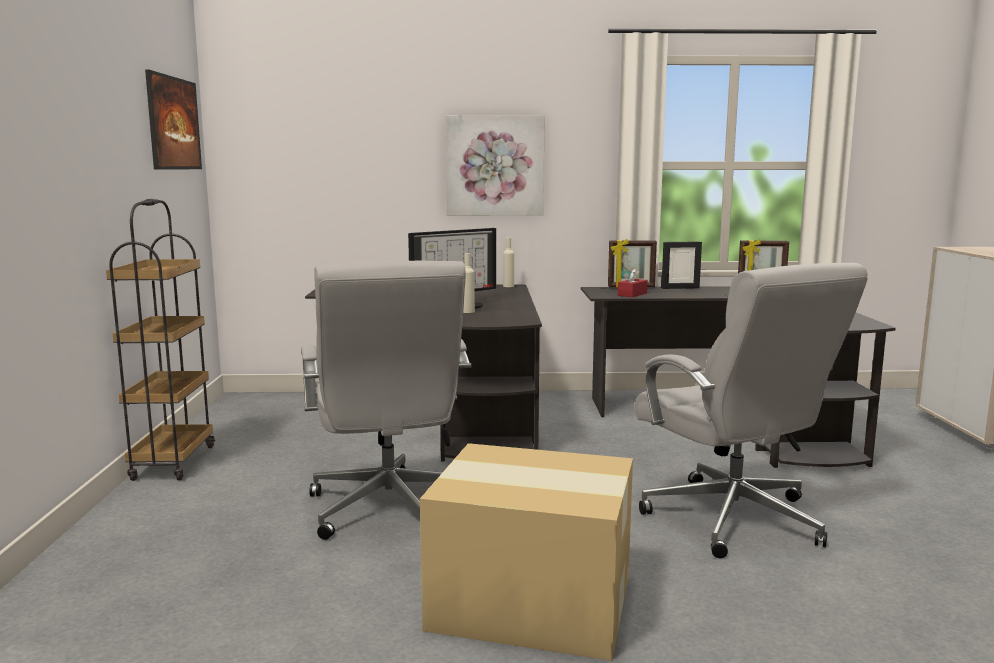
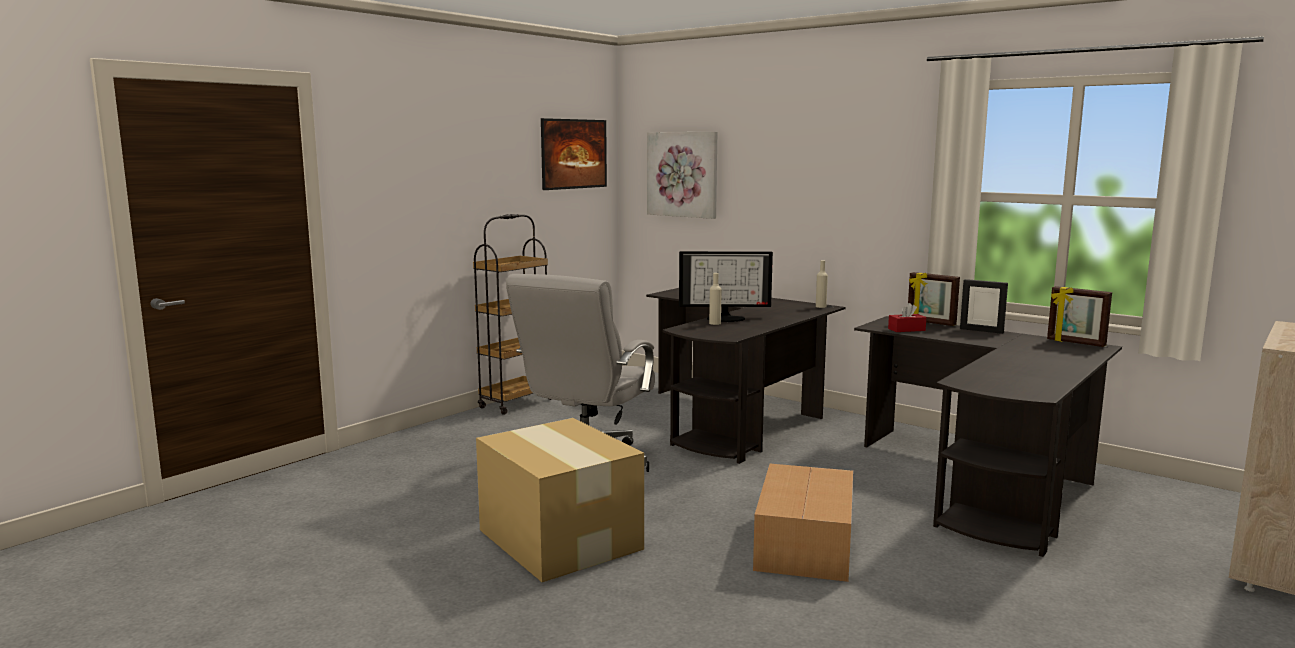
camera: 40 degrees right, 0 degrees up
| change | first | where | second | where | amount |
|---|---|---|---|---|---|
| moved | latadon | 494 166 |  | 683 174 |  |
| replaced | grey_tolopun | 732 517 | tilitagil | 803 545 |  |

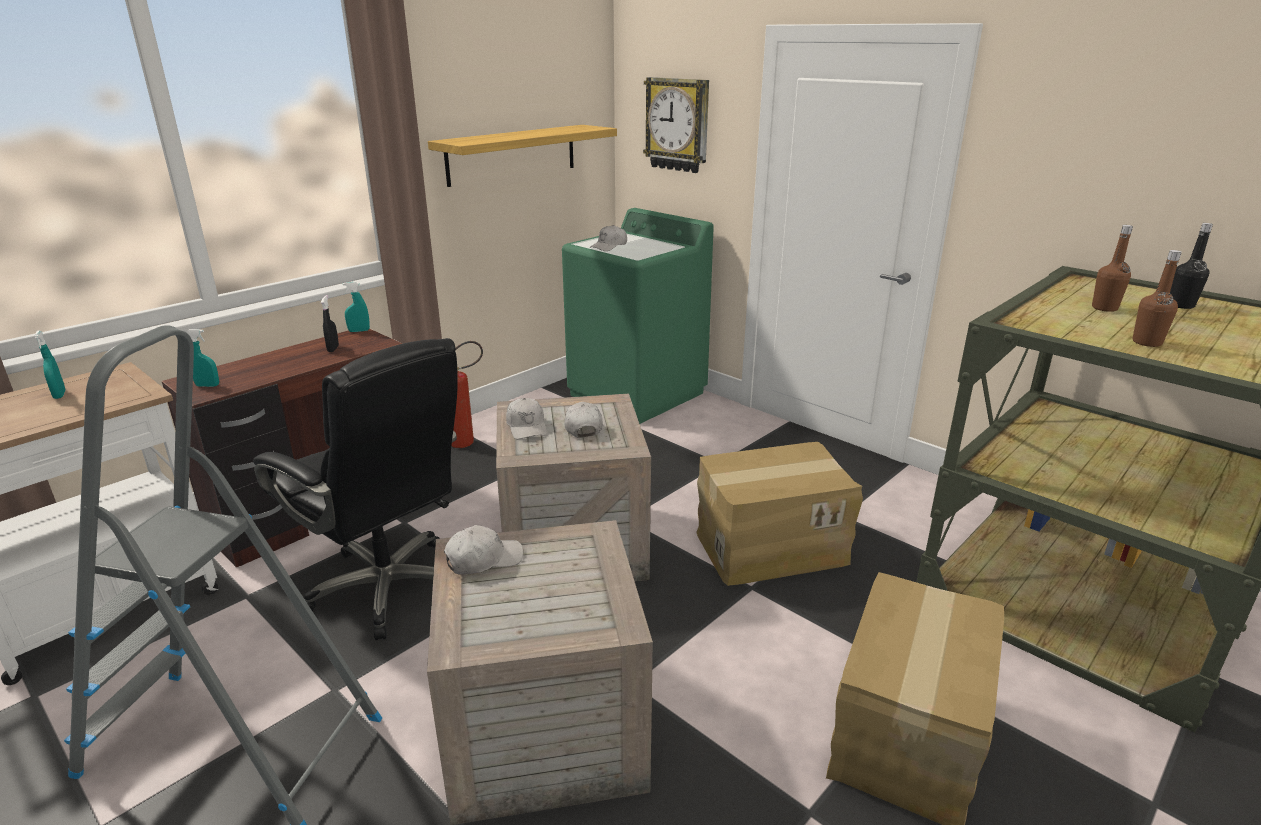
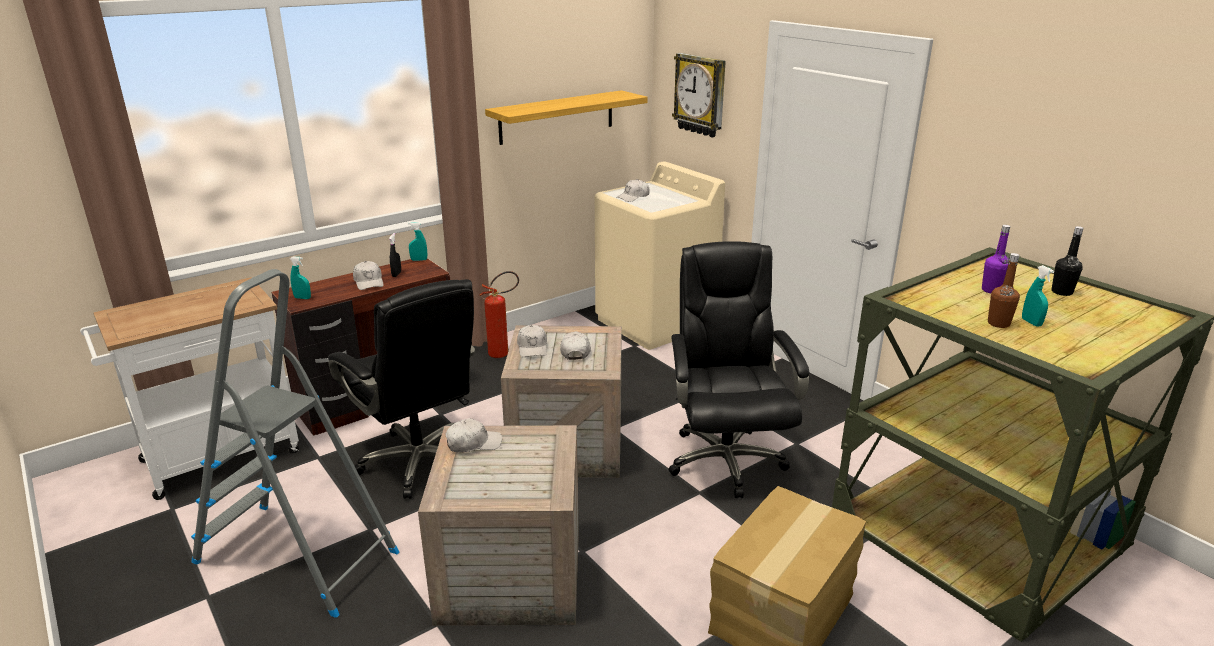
camera: 10 degrees right, 0 degrees up
| change | first | where | second | where | amount |
|---|---|---|---|---|---|
| recoloured | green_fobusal | 637 394 | beige_fobusal | 655 323 |  |
| recoloured | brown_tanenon | 1104 308 | purple_tanenon | 991 290 |  |
| moved | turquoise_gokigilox | 59 395 |  | 1031 322 |  |
| replaced | tilitagil | 770 546 | black_tolopun | 726 462 |  |
| added |  |  | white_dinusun | 369 282 |  |

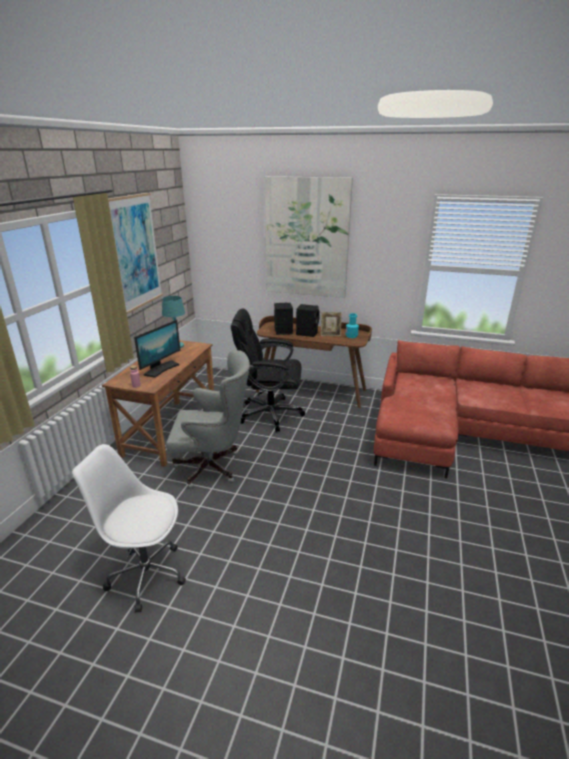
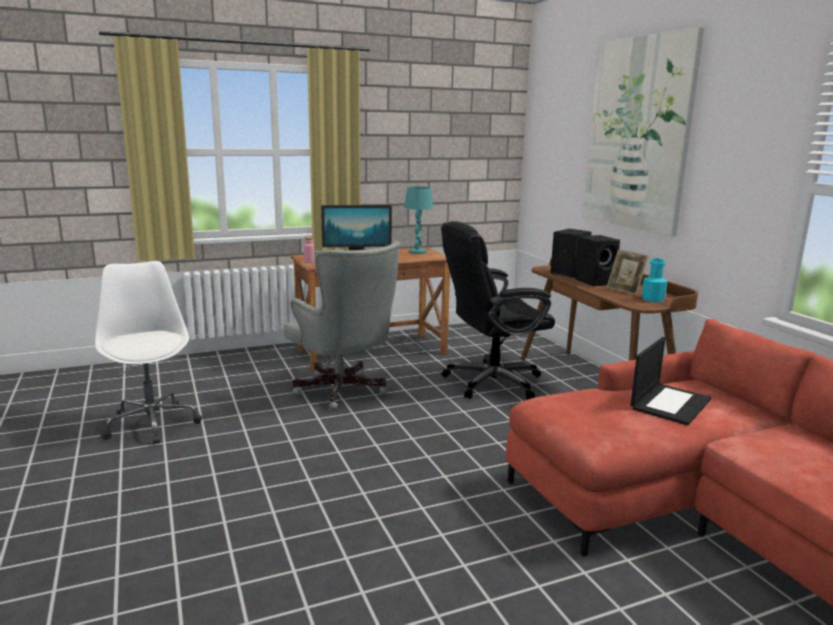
camera: 50 degrees right, 10 degrees down
| change | first | where | second | where | amount |
|---|---|---|---|---|---|
| removed | latadon | 135 252 |  |  |  |
| turned | black_tolopun | 270 414 |  | 493 382 | 75 degrees counterclockwise |
| added |  |  | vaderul | 670 403 |  |

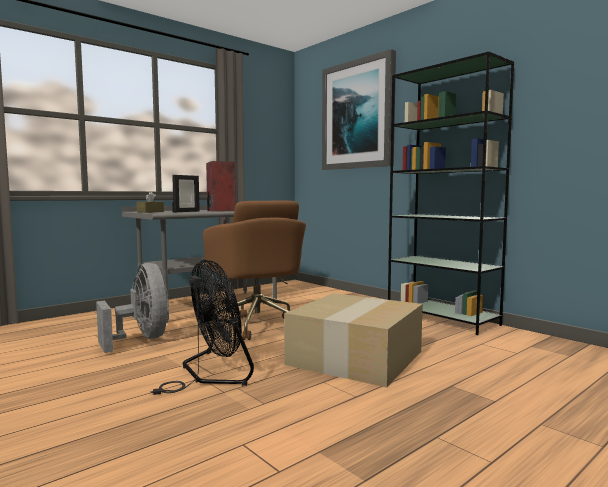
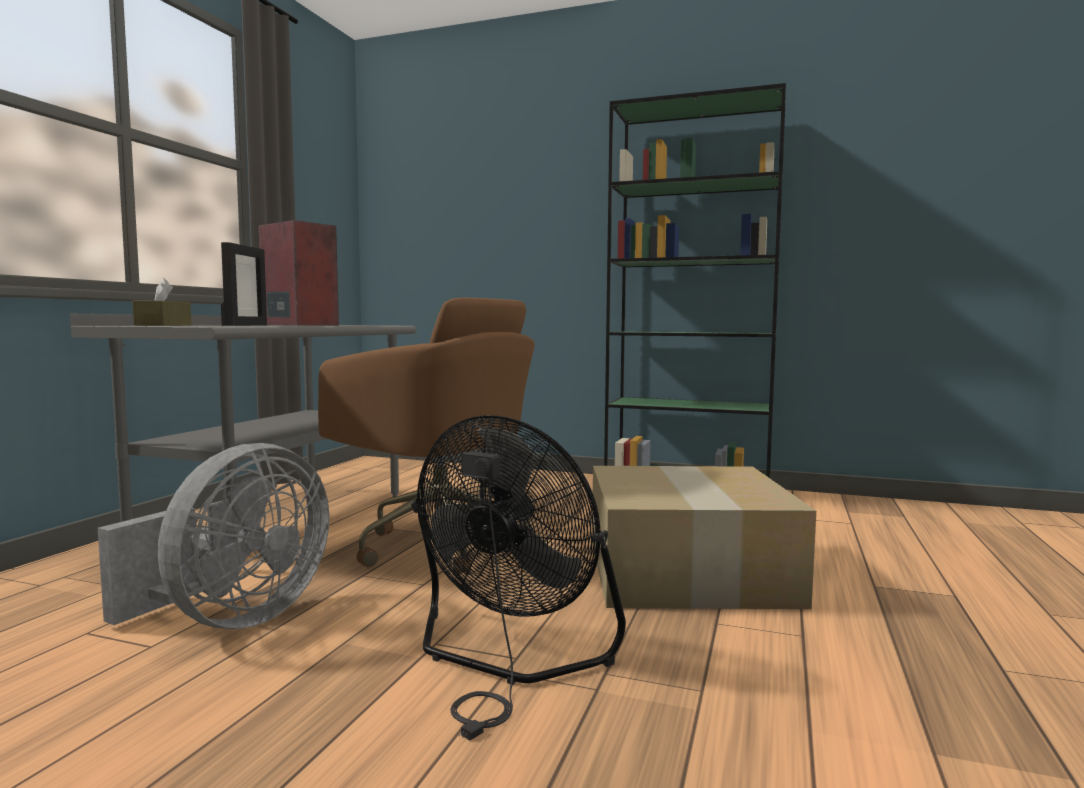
camera: 30 degrees left, 0 degrees up
| change | first | where | second | where | amount |
|---|---|---|---|---|---|
| removed | latadon | 358 115 |  |  |  |
| turned | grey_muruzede | 141 339 |  | 233 619 | 90 degrees clockwise |

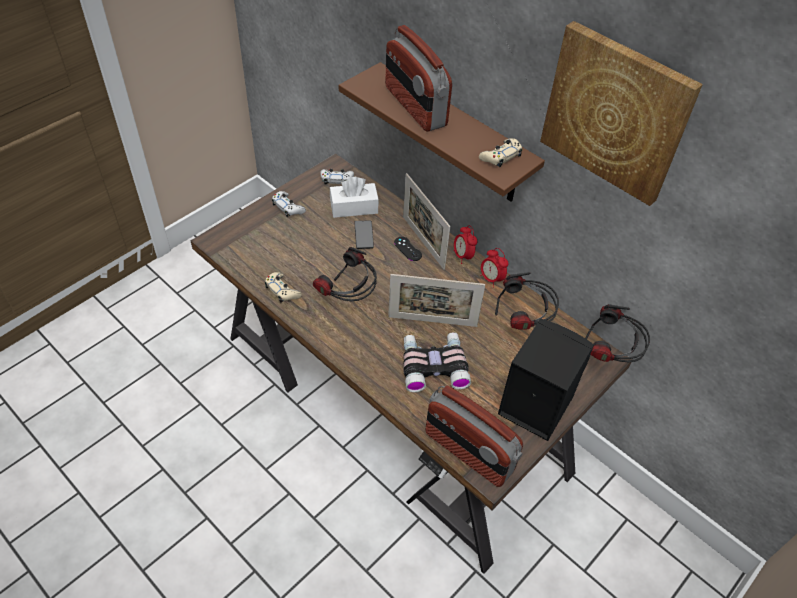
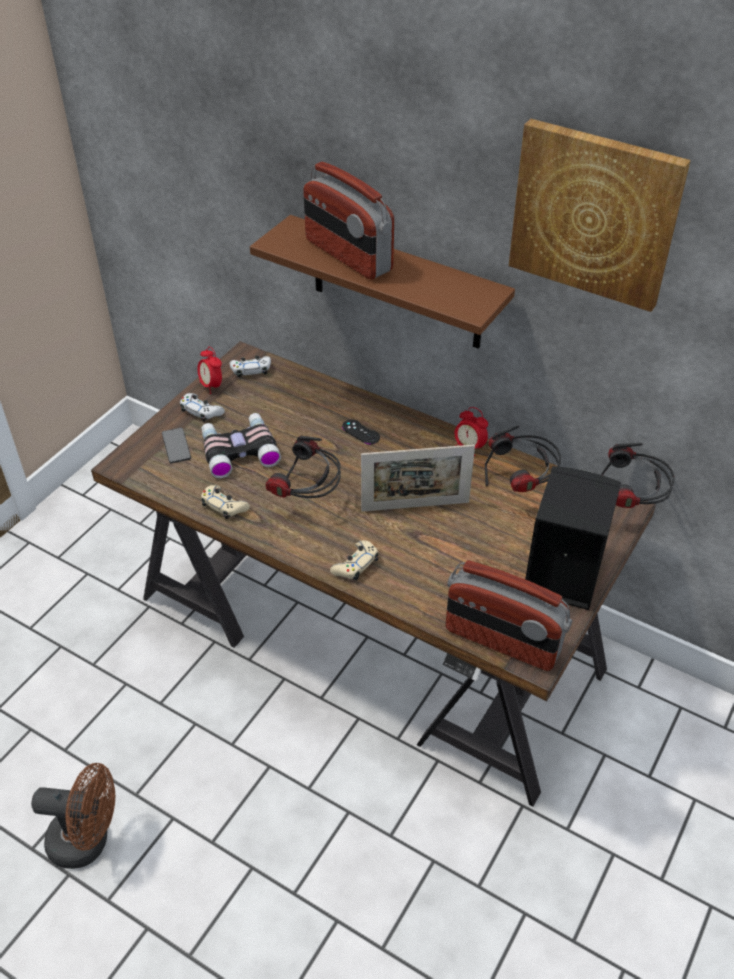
camera: 10 degrees left, 5 degrees down
| change | first | where | second | where | amount |
|---|---|---|---|---|---|
| moved | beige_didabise | 500 157 |  | 355 565 |  |
| removed | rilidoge | 423 242 |  |  |  |
| removed | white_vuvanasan | 354 207 |  |  |  |
| moved | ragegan | 364 235 |  | 176 446 |  |
| moved | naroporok | 463 256 |  | 211 386 |  |
| moved | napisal | 433 365 |  | 239 450 |  |
| added |  |  | brown_muruzede | 88 841 |  |

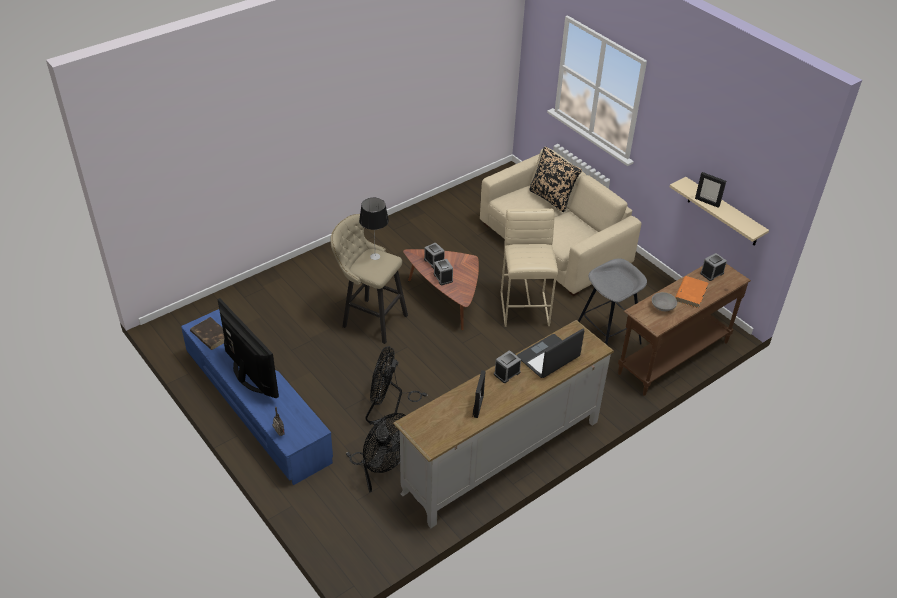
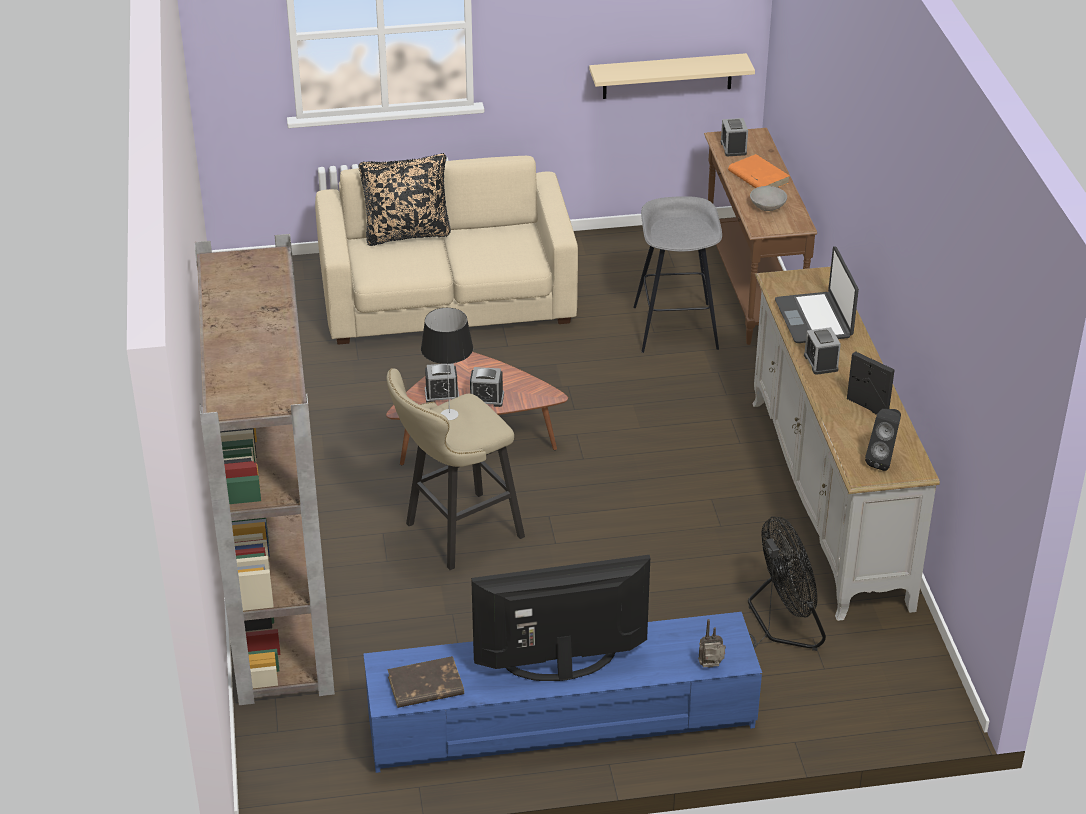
camera: 60 degrees left, 5 degrees down
| change | first | where | second | where | amount |
|---|---|---|---|---|---|
| removed | rilidoge | 707 202 |  |  |  |
| removed | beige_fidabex | 524 308 |  |  |  |
| removed | black_muruzede | 390 400 |  |  |  |
| added |  |  | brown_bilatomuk | 279 603 |  |
| added |  |  | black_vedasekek | 883 460 |  |

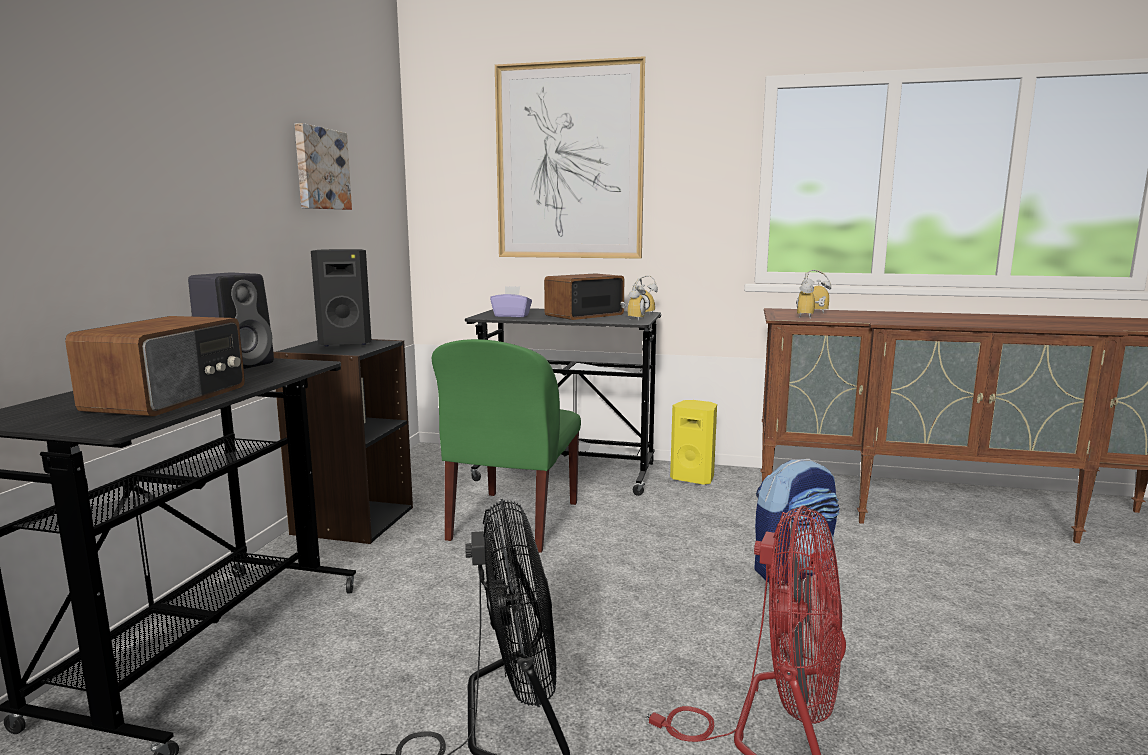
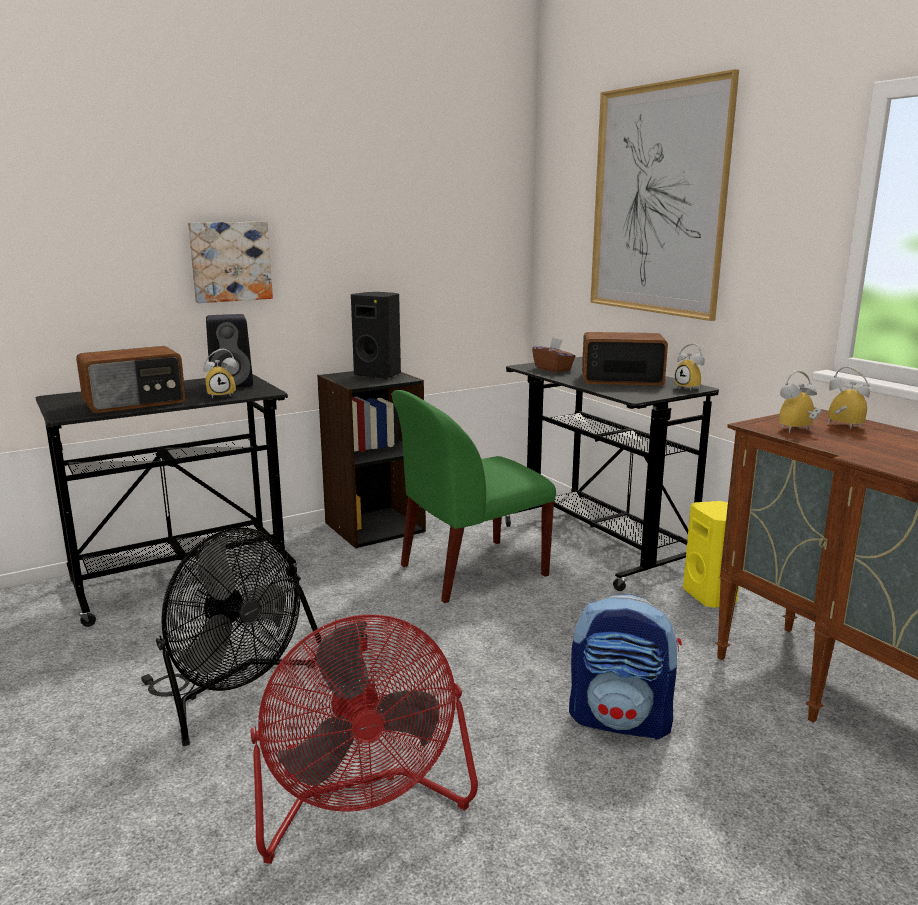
camera: 45 degrees right, 5 degrees up
| change | first | where | second | where | amount |
|---|---|---|---|---|---|
| moved | latadon | 320 169 |  | 230 261 |  |
| moved | naroporok | 633 319 |  | 222 395 |  |
| recoloured | purple_vuvanasan | 511 316 | brown_vuvanasan | 553 369 |  |

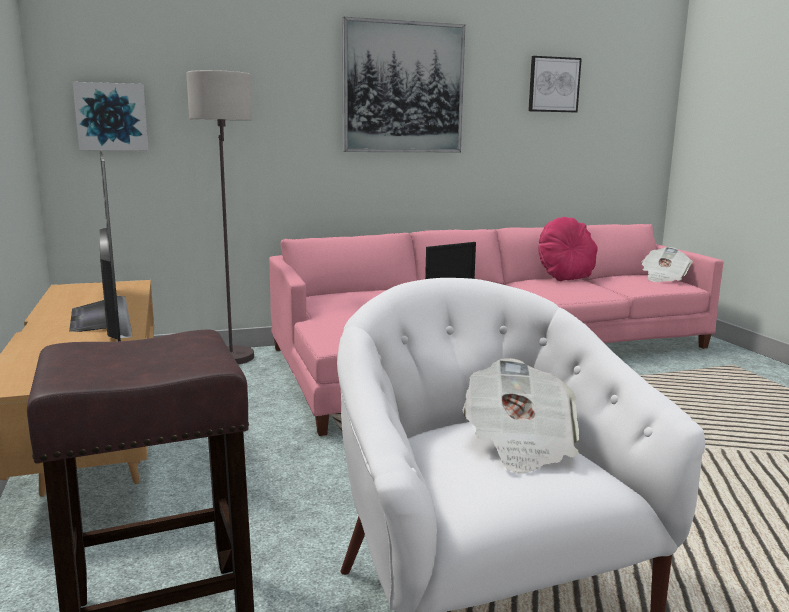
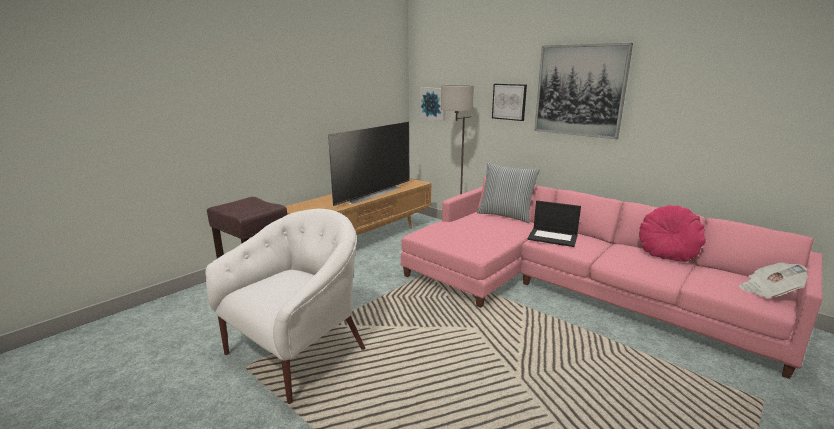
camera: 60 degrees right, 5 degrees up
| change | first | where | second | where | amount |
|---|---|---|---|---|---|
| moved | latadon | 553 84 |  | 509 101 |  |
| removed | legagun | 519 444 |  |  |  |
| added |  |  | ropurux | 505 215 |  |

